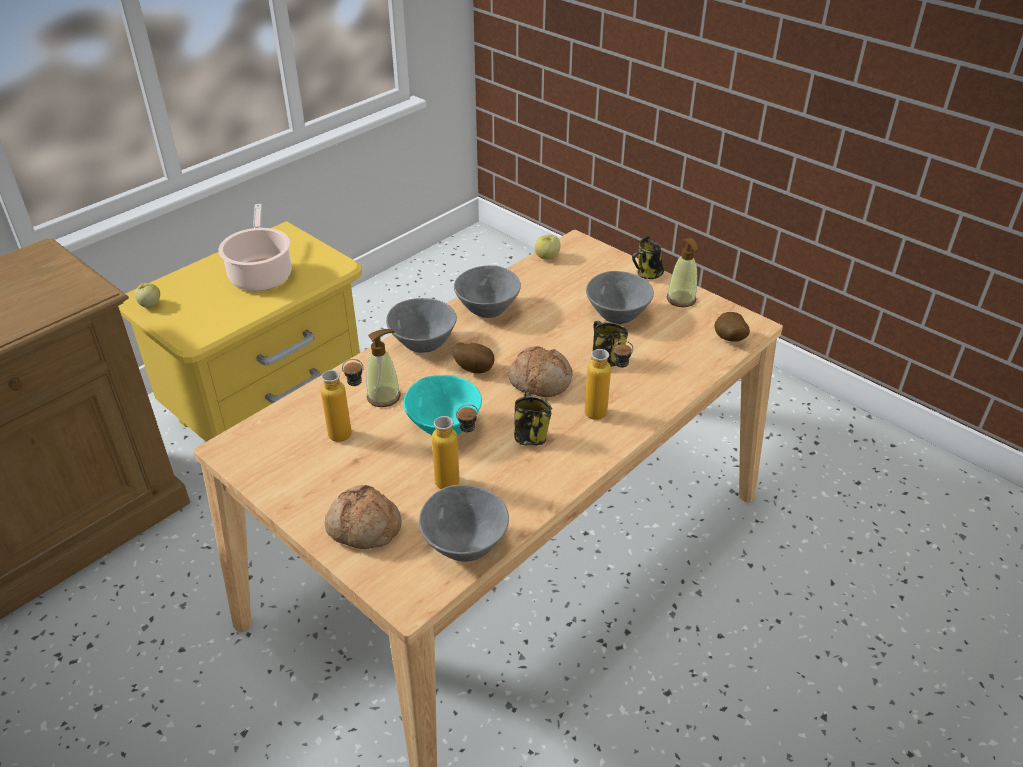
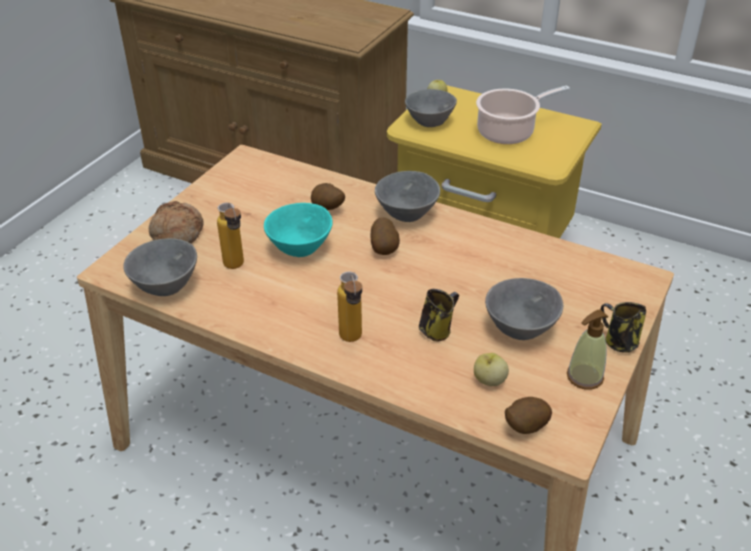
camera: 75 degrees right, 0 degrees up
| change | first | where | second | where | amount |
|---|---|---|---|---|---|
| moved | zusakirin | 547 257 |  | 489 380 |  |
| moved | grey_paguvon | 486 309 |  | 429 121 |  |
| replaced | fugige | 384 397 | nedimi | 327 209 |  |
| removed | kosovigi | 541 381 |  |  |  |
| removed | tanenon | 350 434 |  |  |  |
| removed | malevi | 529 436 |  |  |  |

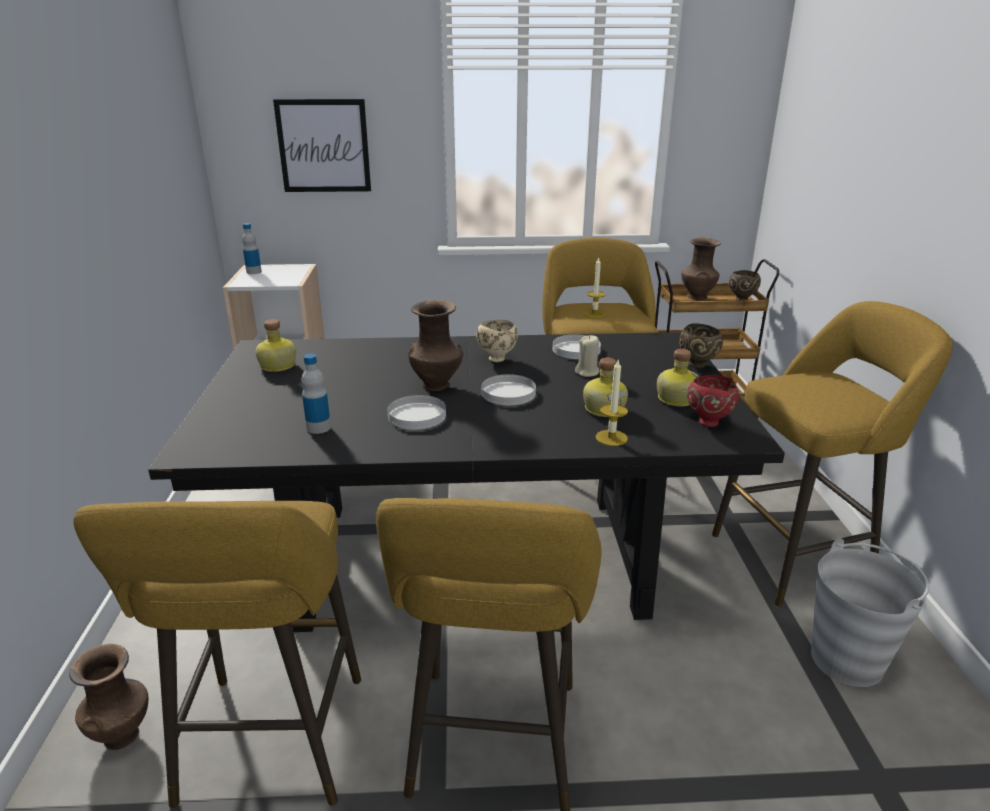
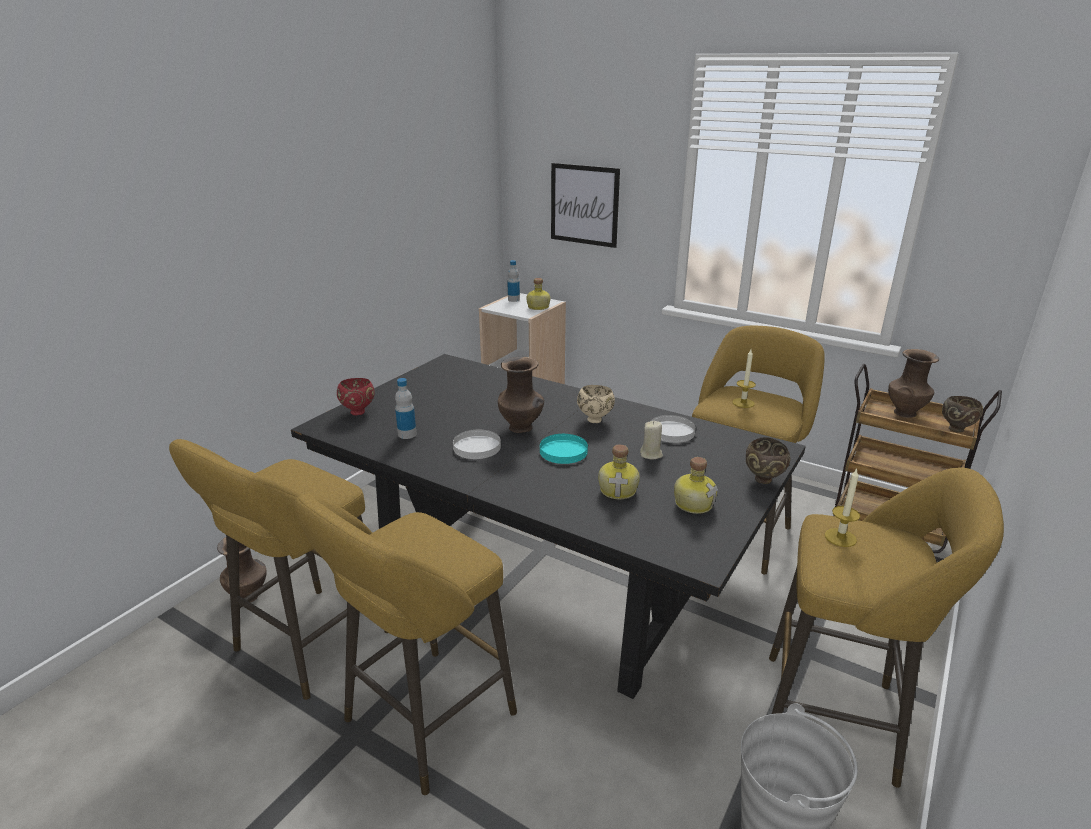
camera: 35 degrees right, 0 degrees up
| change | first | where | second | where | amount |
|---|---|---|---|---|---|
| moved | tanenon | 277 366 |  | 537 307 |  |
| moved | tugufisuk | 611 438 |  | 840 537 |  |
| recoloured | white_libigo | 508 393 | turquoise_libigo | 563 451 |  |
| moved | red_paguvon | 708 422 |  | 358 412 |  |

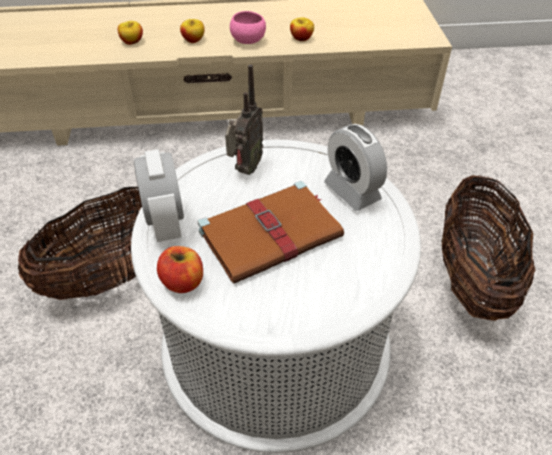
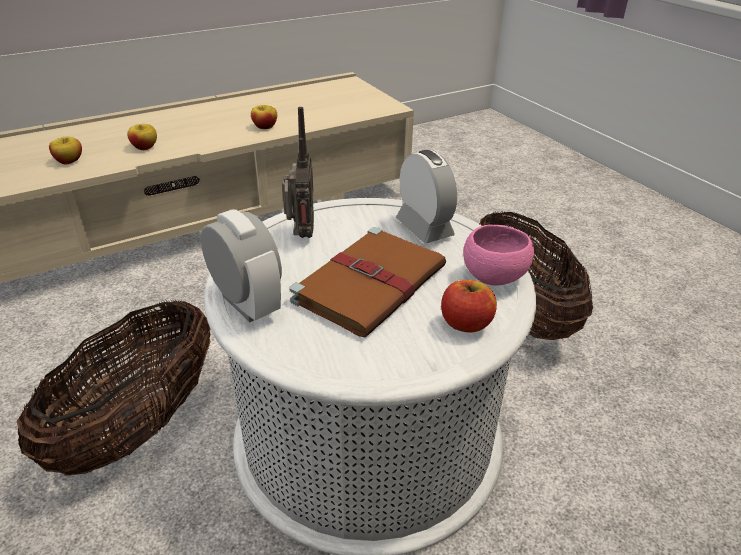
camera: 25 degrees left, 10 degrees down
| change | first | where | second | where | amount |
|---|---|---|---|---|---|
| moved | pink_paguvon | 248 41 |  | 494 277 |  |
| turned | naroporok | 352 191 |  | 424 228 | 150 degrees counterclockwise |
| moved | zusakirin | 183 282 |  | 466 323 |  |

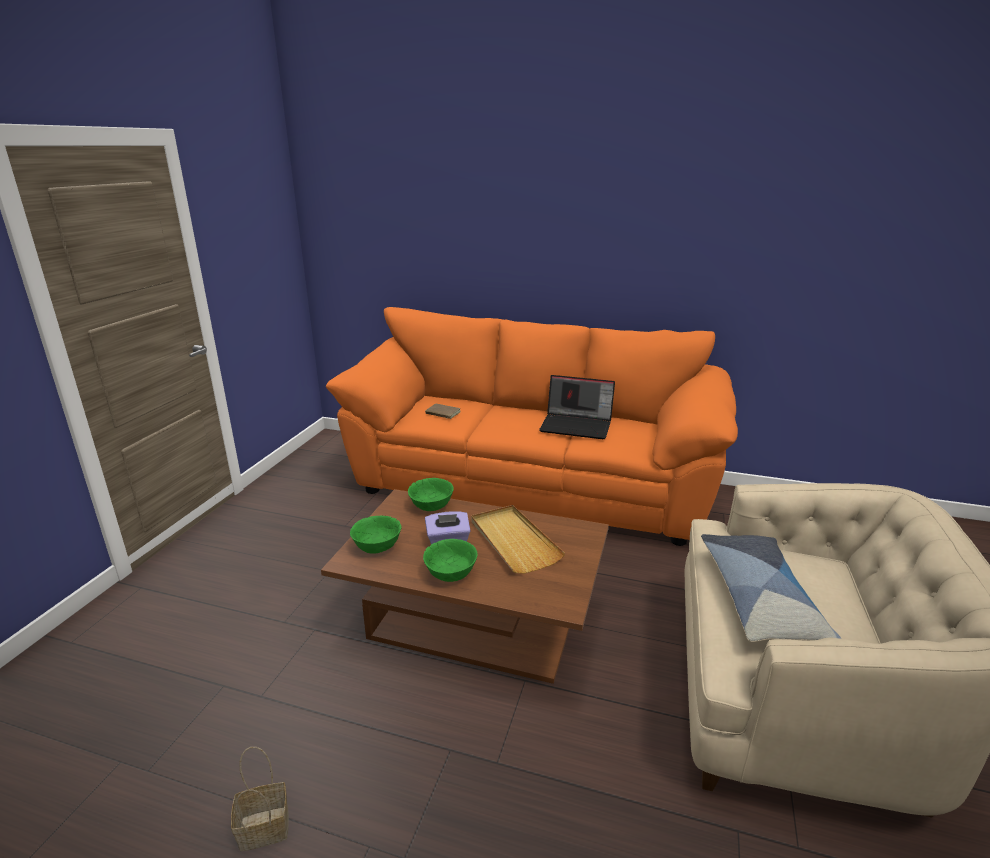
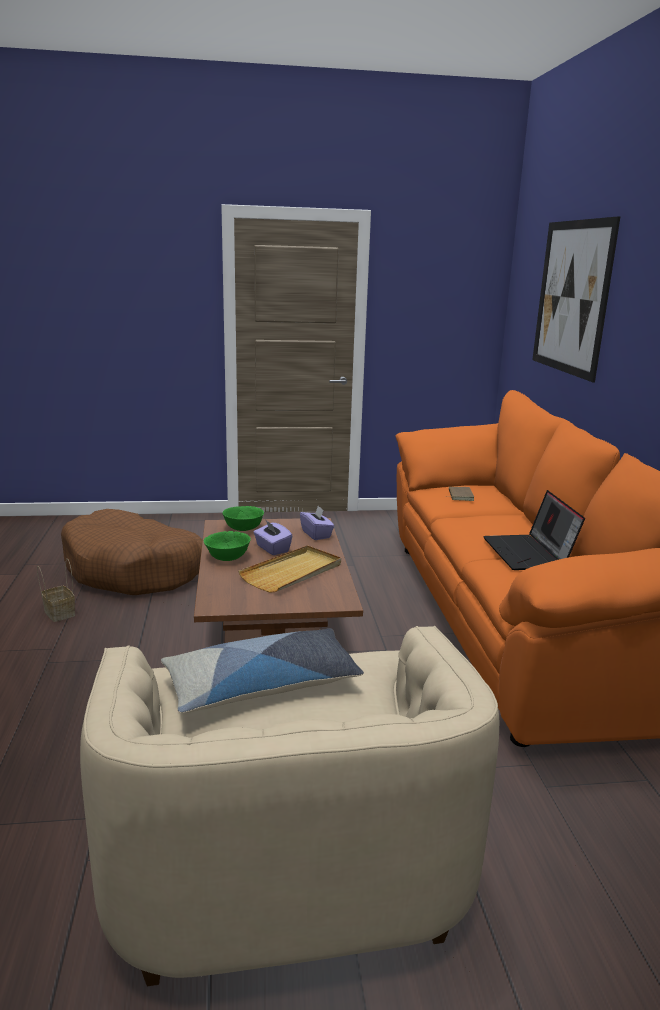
camera: 65 degrees right, 5 degrees down
| change | first | where | second | where | amount |
|---|---|---|---|---|---|
| replaced | green_paguvon | 431 506 | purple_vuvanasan | 316 534 |  |
| added |  |  | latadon | 571 297 |  |
| added |  |  | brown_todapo | 134 570 |  |

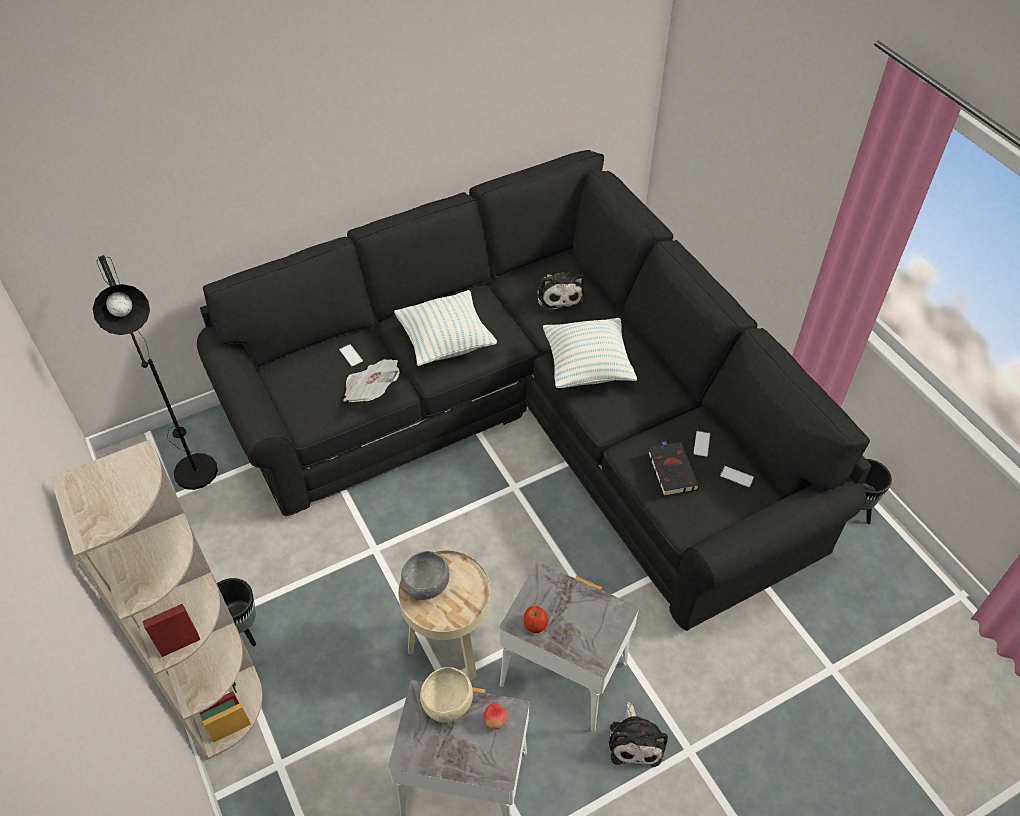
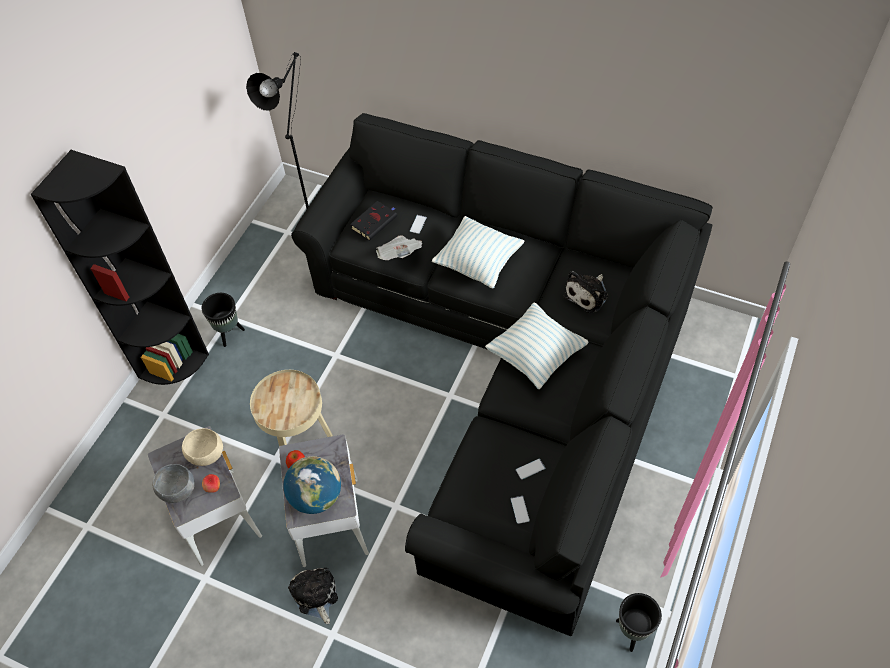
camera: 55 degrees right, 5 degrees up
| change | first | where | second | where | amount |
|---|---|---|---|---|---|
| recoloured | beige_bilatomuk | 229 714 | black_bilatomuk | 175 368 |  |
| moved | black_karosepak | 671 469 |  | 375 222 |  |
| moved | grey_paguvon | 427 586 |  | 179 491 |  |
| turned | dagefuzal | 635 740 |  | 315 595 | 105 degrees clockwise |
| added |  |  | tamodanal | 316 497 |  |

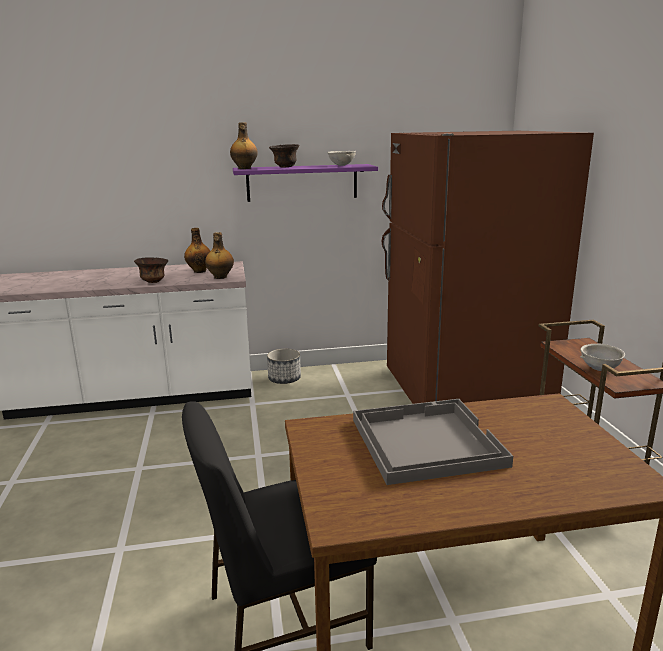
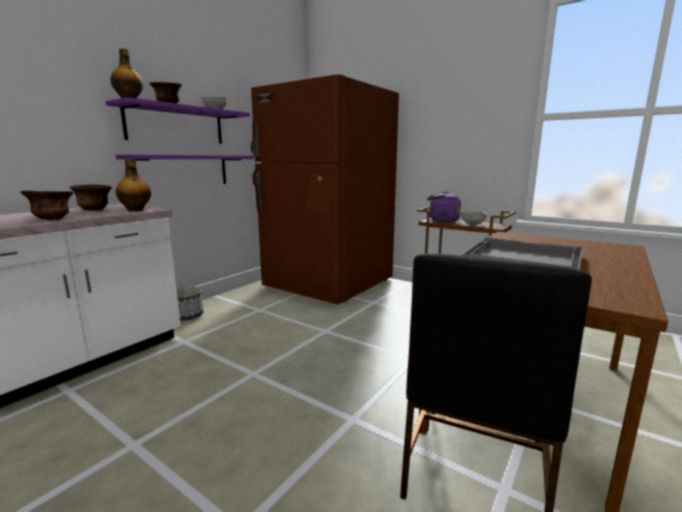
camera: 45 degrees left, 5 degrees down
| change | first | where | second | where | amount |
|---|---|---|---|---|---|
| replaced | tanenon | 199 271 | brown_paguvon | 94 210 |  |
| added |  |  | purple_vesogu | 182 171 |  |
| added |  |  | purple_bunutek | 441 220 |  |

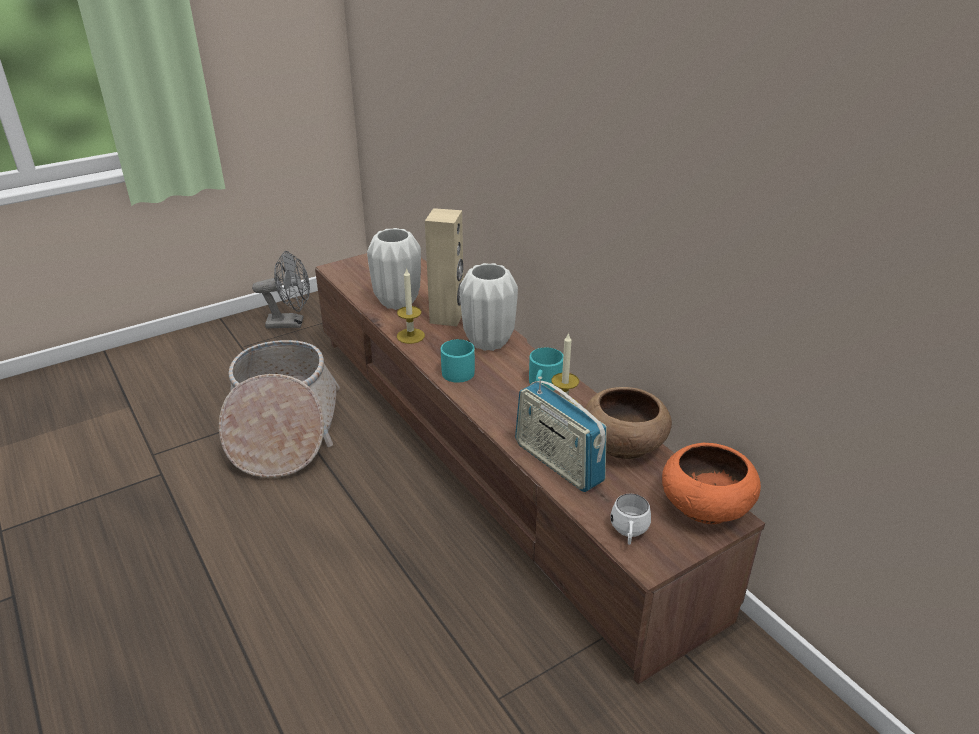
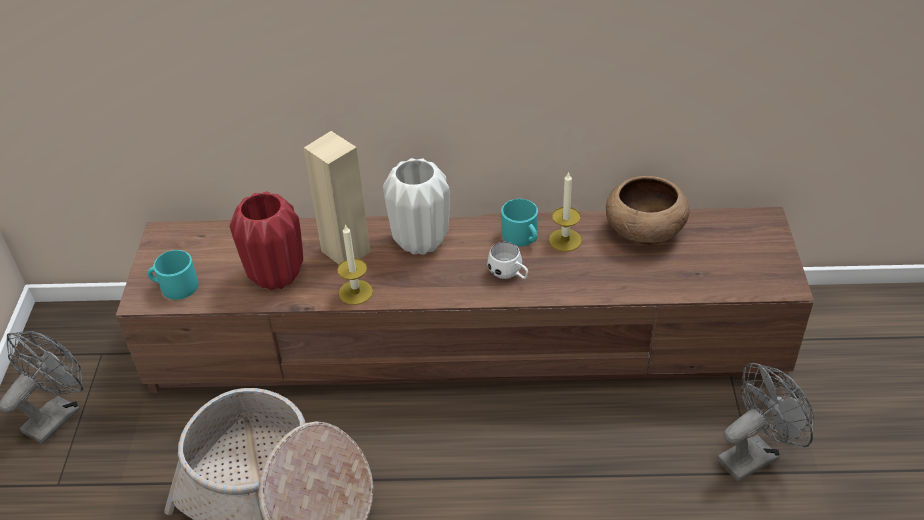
camera: 55 degrees left, 10 degrees up
| change | first | where | second | where | amount |
|---|---|---|---|---|---|
| recoloured | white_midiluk | 398 302 | red_midiluk | 277 276 |  |
| moved | turquoise_malevi | 455 370 |  | 175 286 |  |
| removed | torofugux | 558 462 |  |  |  |
| removed | orange_paguvon | 704 506 |  |  |  |
| moved | white_malevi | 628 534 |  | 509 275 |  |
| added |  |  | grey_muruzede | 754 454 |  |

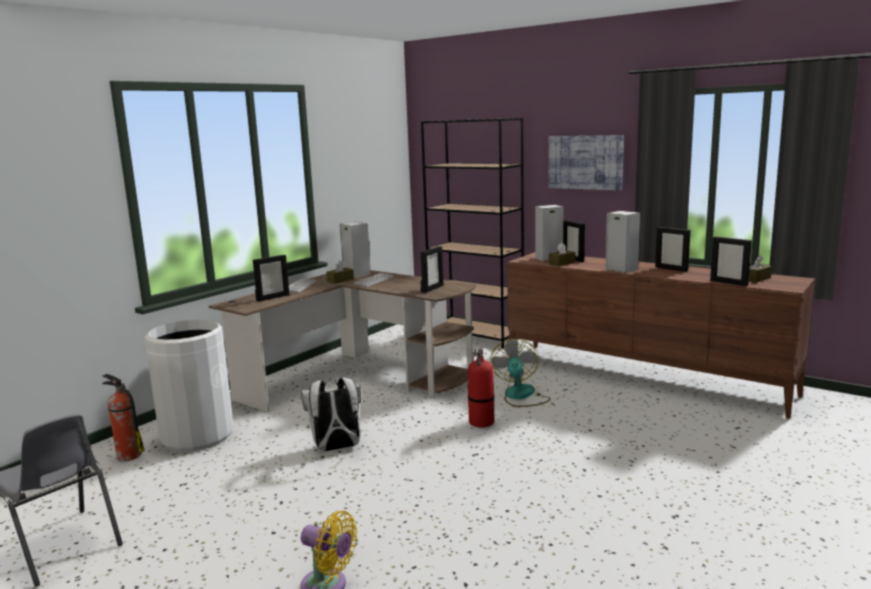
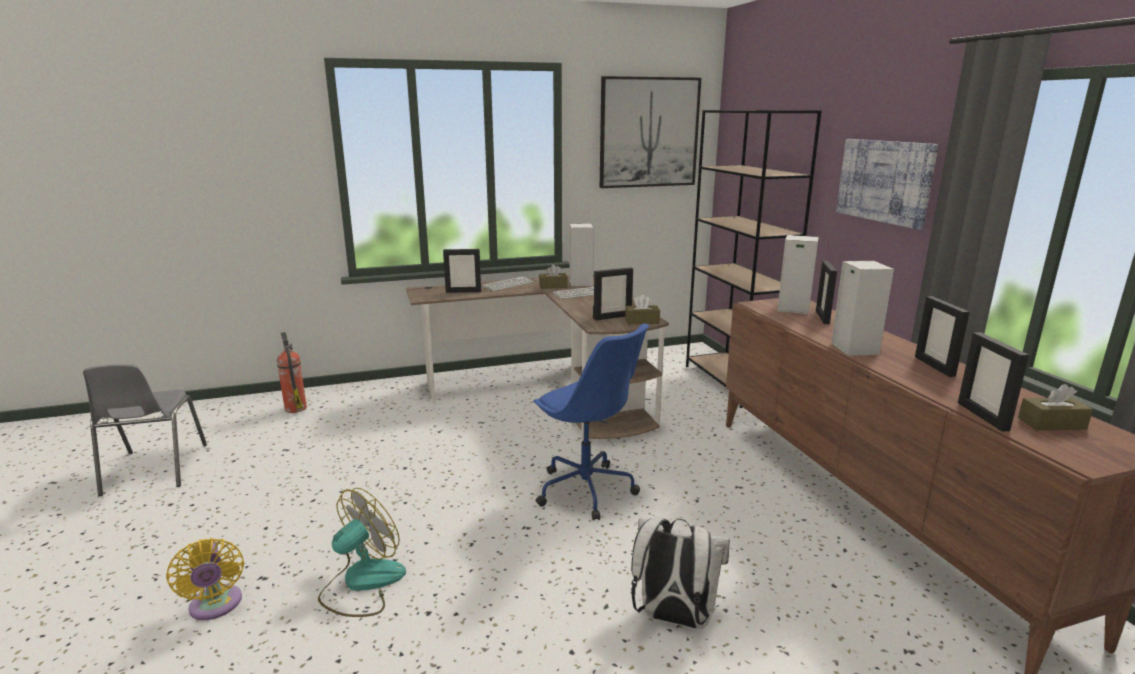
camera: 35 degrees right, 5 degrees up
| change | first | where | second | where | amount |
|---|---|---|---|---|---|
| moved | brown_vuvanasan | 562 263 |  | 642 321 |  |
| removed | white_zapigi | 197 435 |  |  |  |
| moved | muruzede | 520 396 |  | 362 583 |  |
| replaced | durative | 481 422 | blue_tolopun | 587 491 |  |
| moved | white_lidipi | 336 448 |  | 673 618 |  |
| added |  |  | latadon | 649 133 |  |

